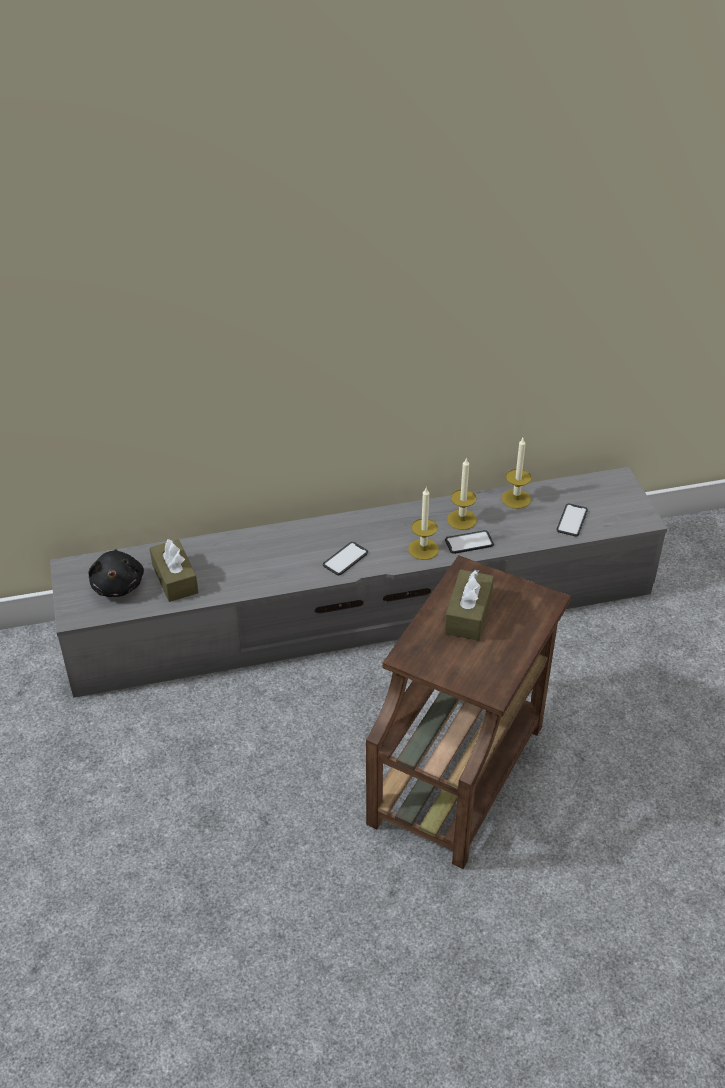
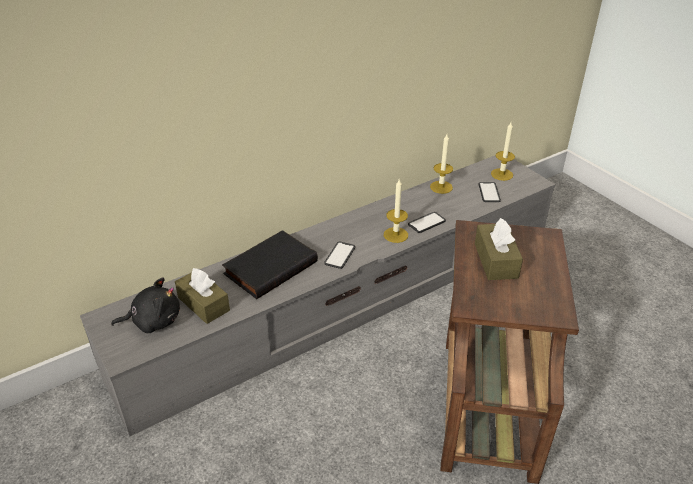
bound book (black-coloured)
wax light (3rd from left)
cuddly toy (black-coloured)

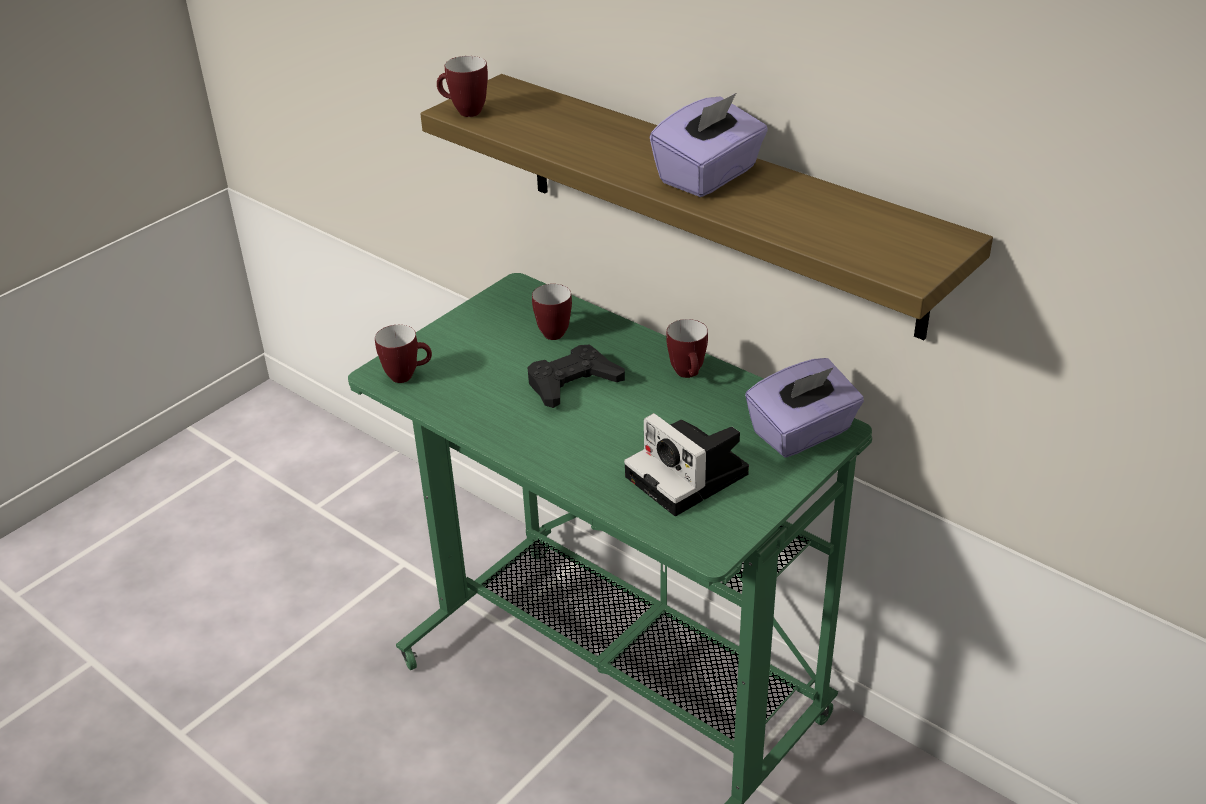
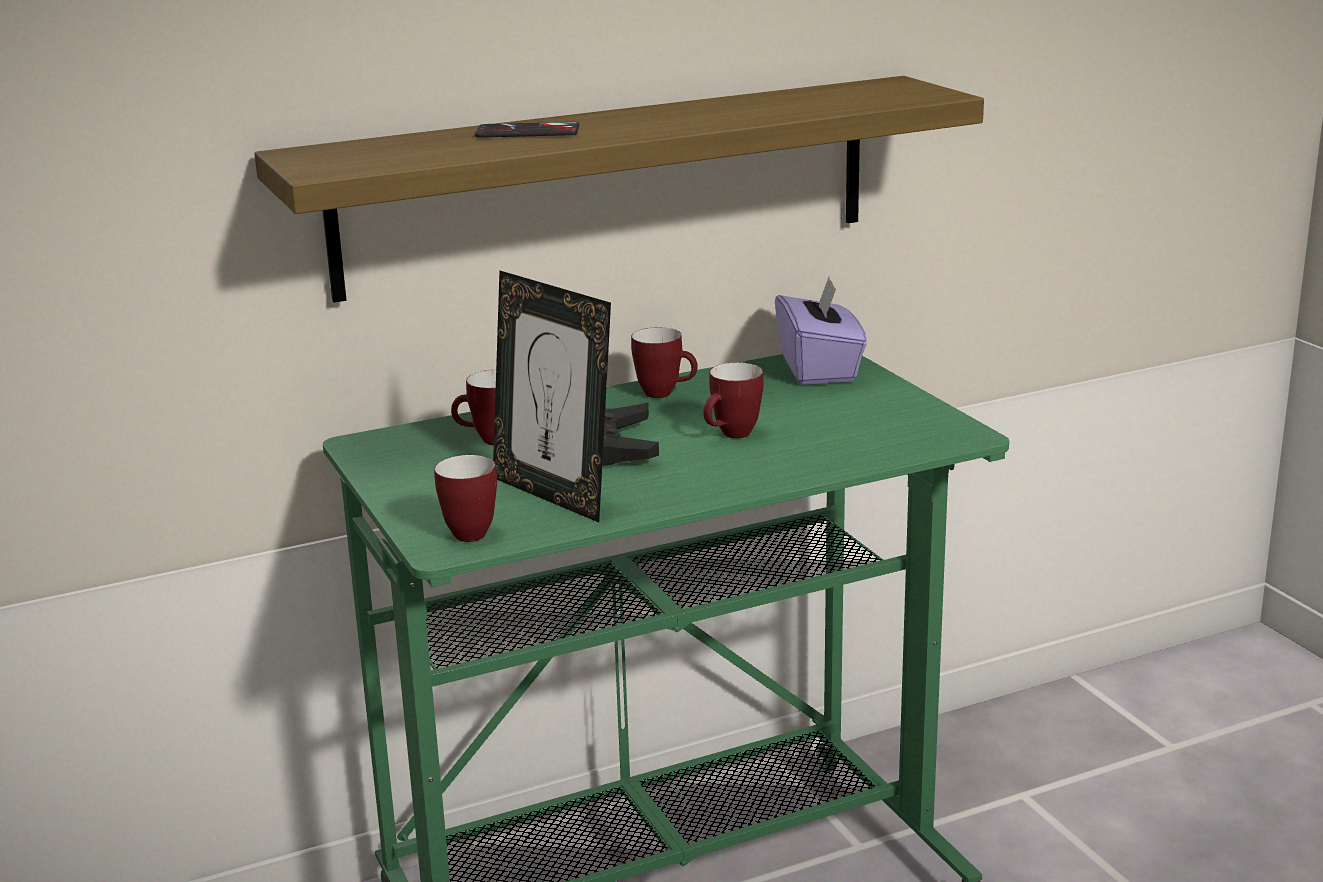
still camera
tissue box (purplish) (1st from left in the first image)
handset
picture frame
mug (4th from left)

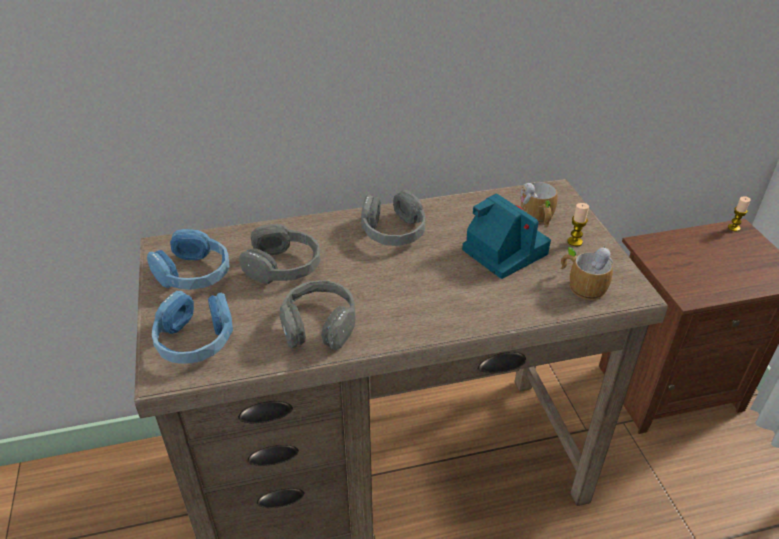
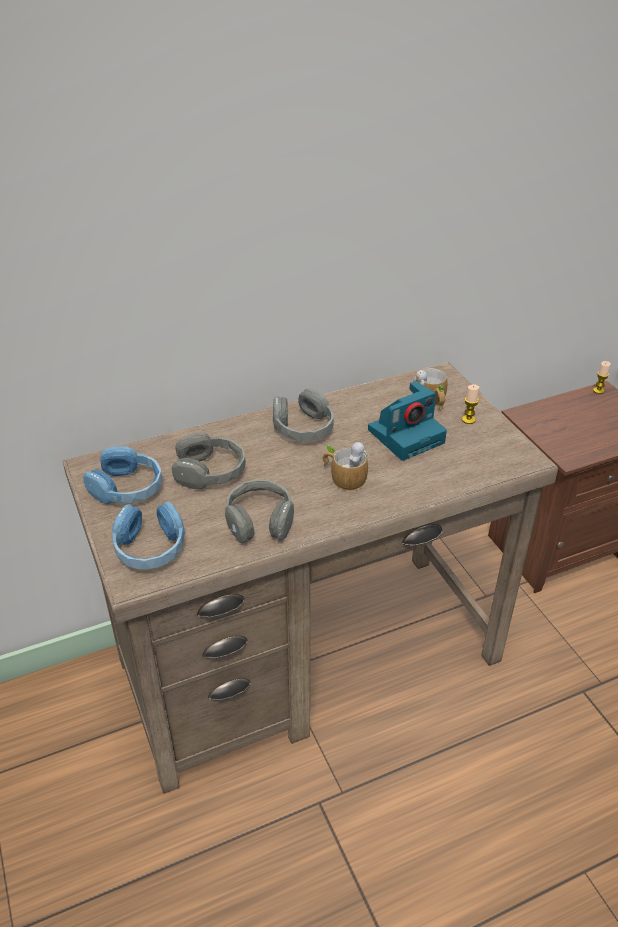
mug (1st from left)
still camera

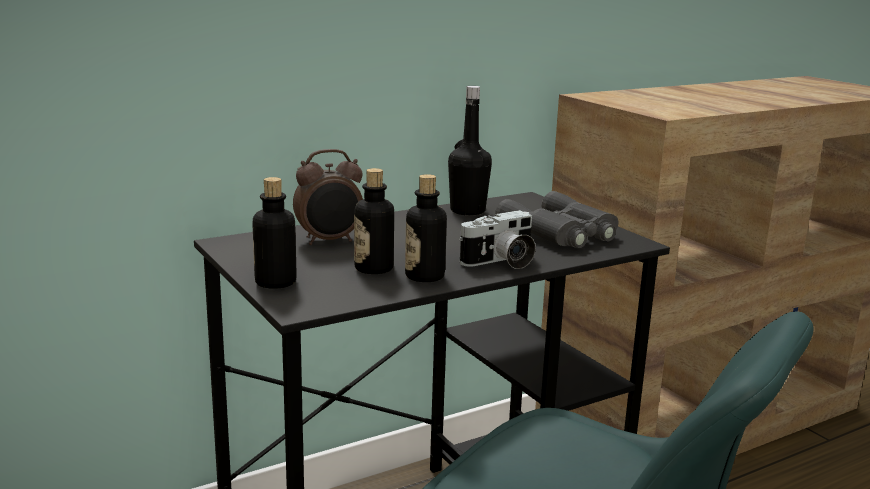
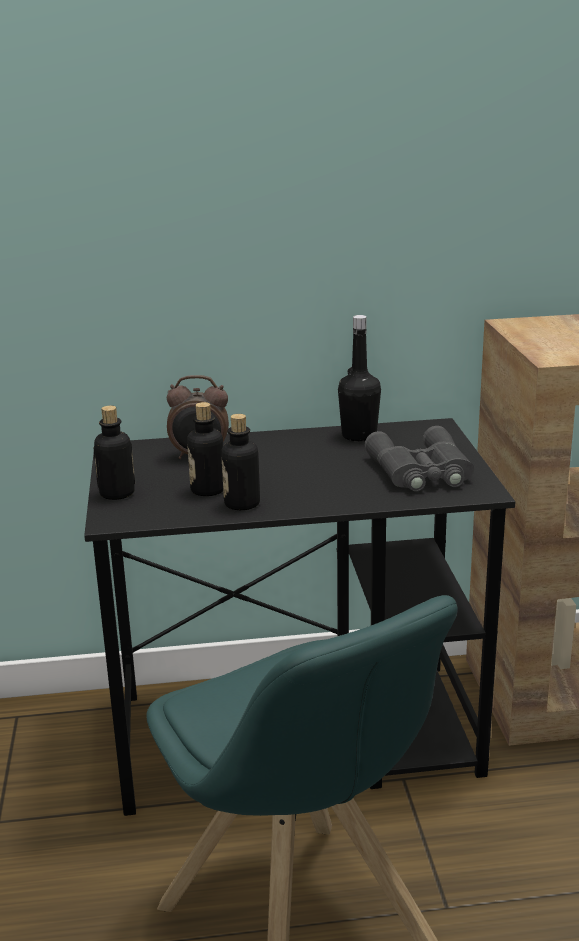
still camera

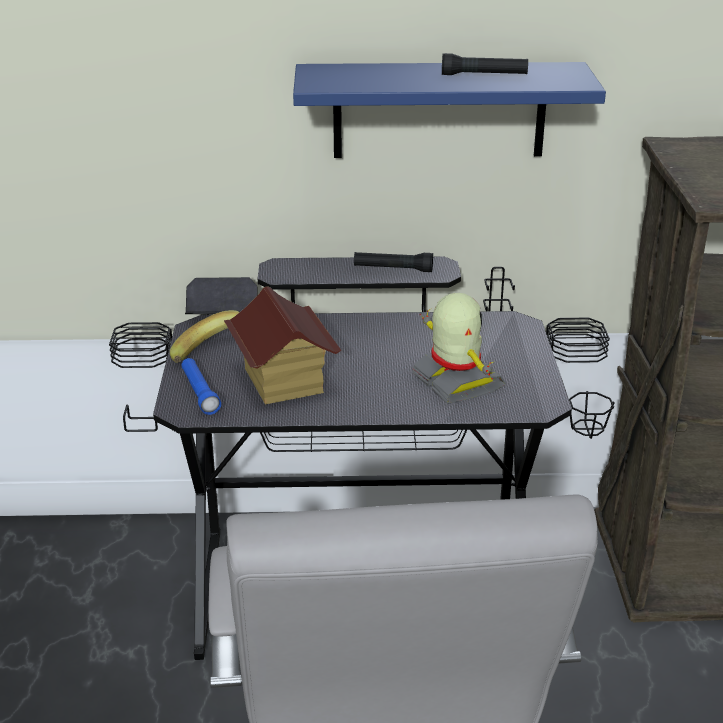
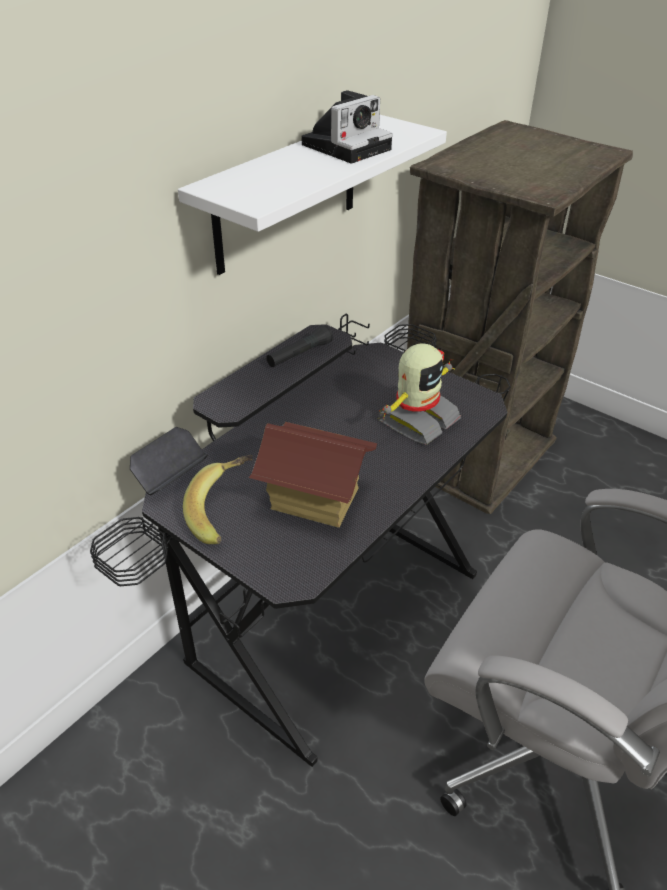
flashlight (bluish)
still camera
bracket shelf (whitish)
toy robot

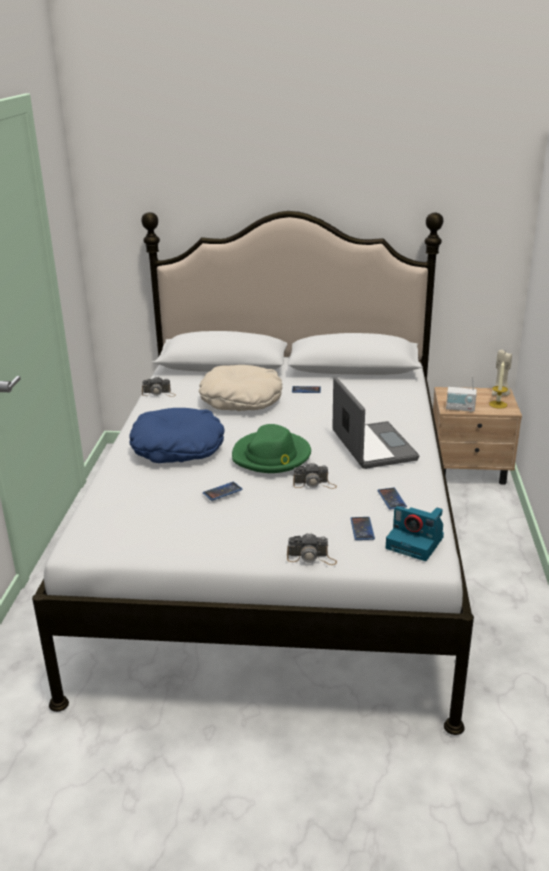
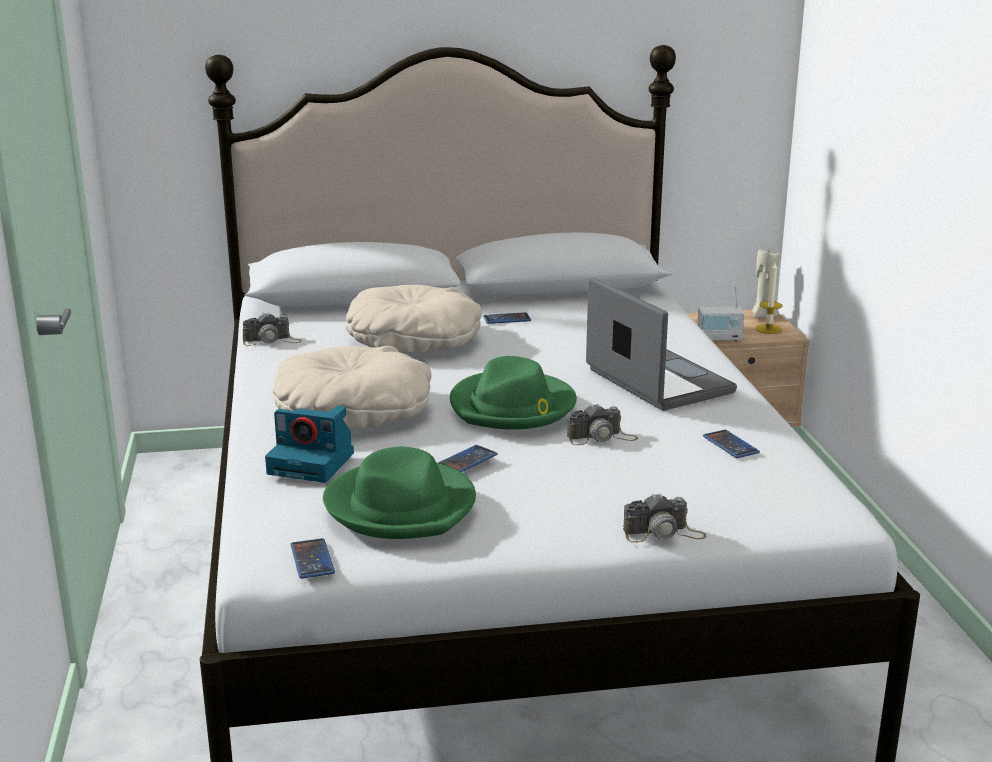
hat (green) (1st from left)
handset (1st from left)
still camera (2nd from left)
cushion (sand-coloured) (1st from left)

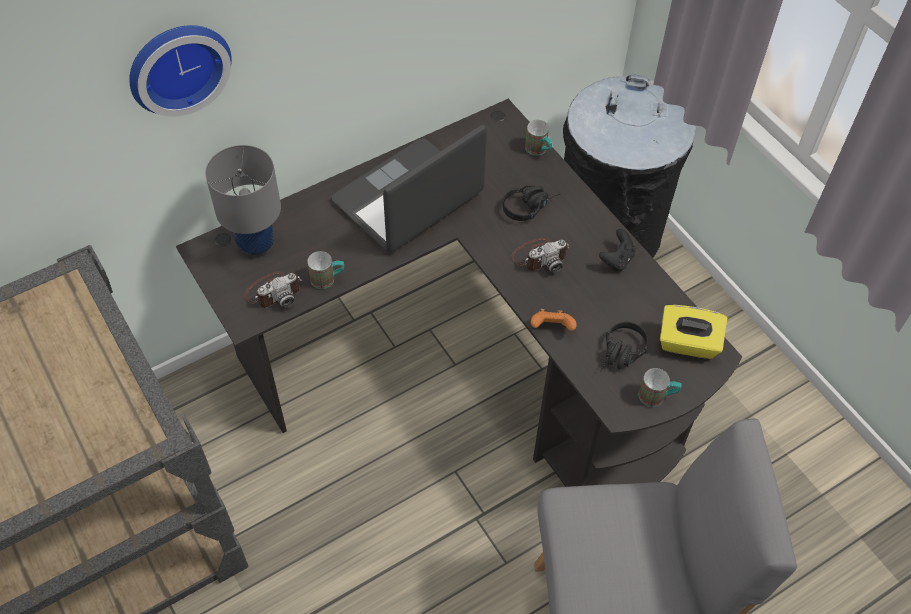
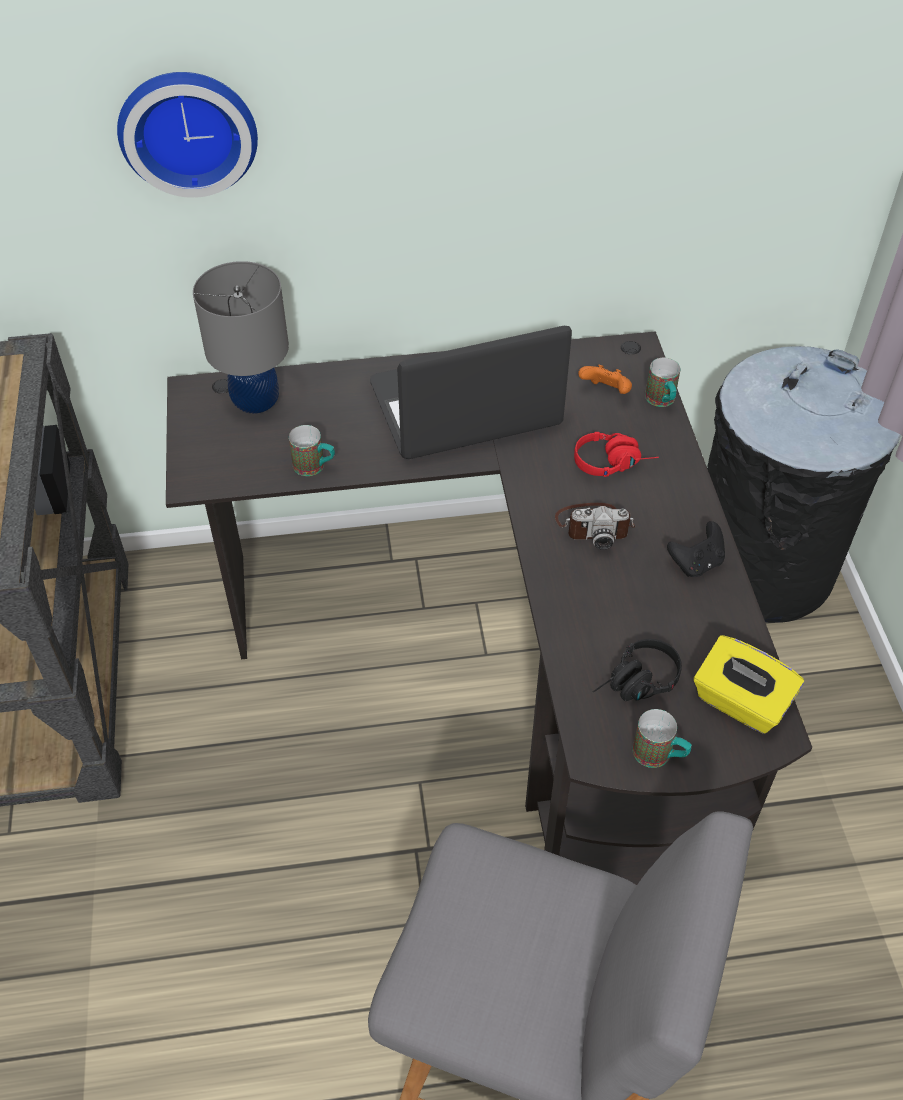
still camera (1st from left in the first image)
game controller (orange-coloured)
headset (red-coloured)

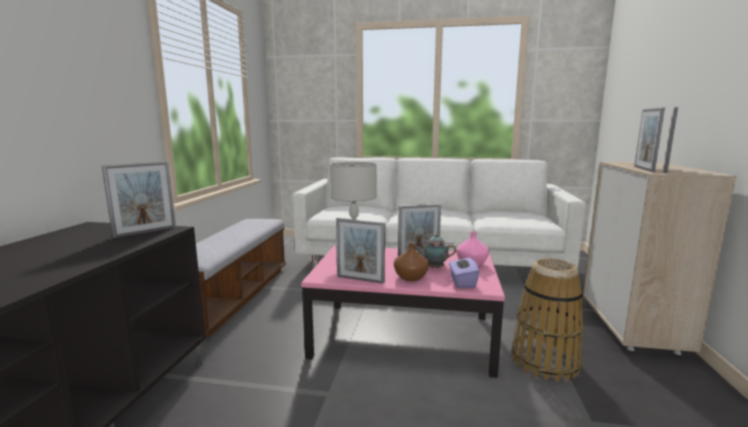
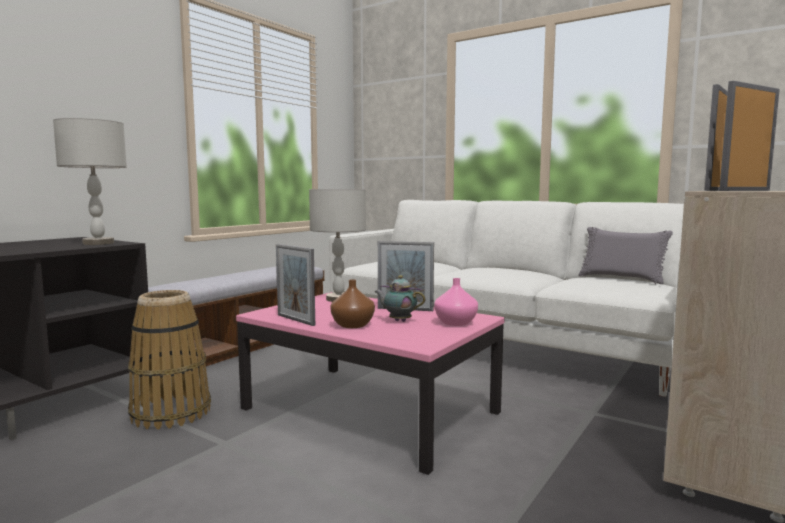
tissue box (purplish)
cushion (gray)
household basket
lamp for a table (gray) (1st from left)

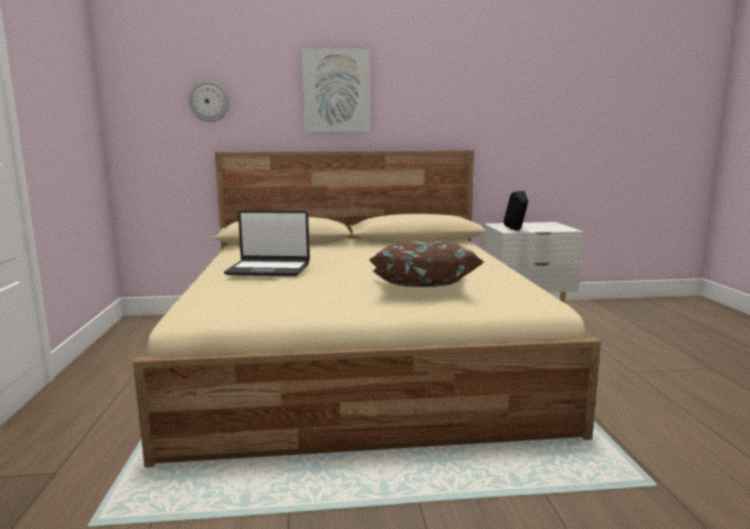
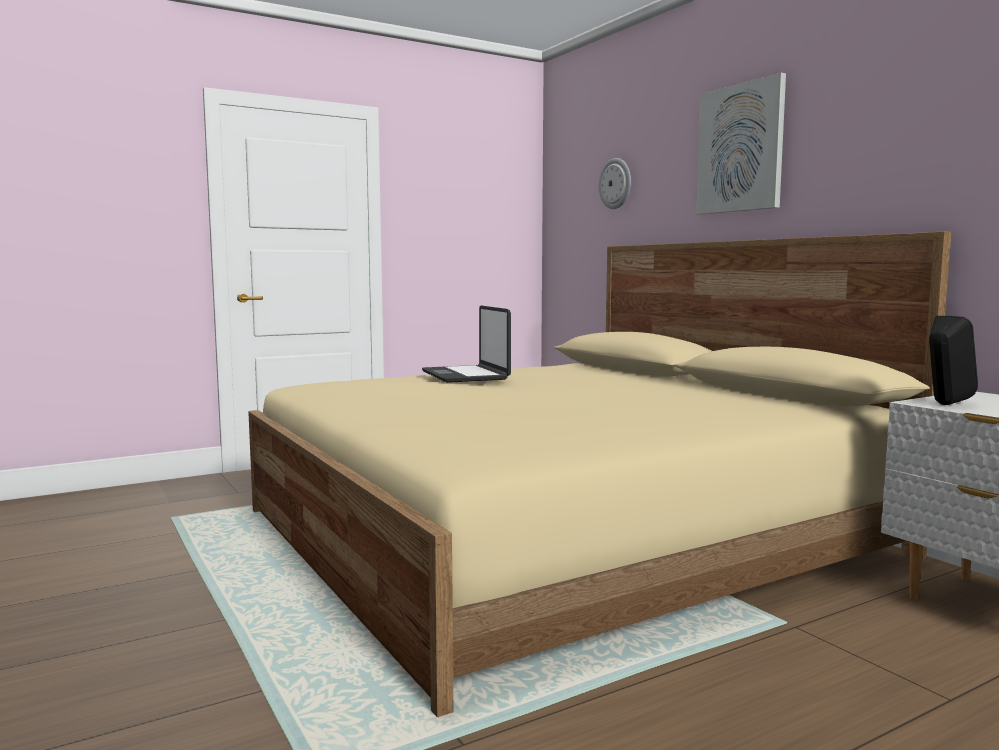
cushion (brown-coloured)

